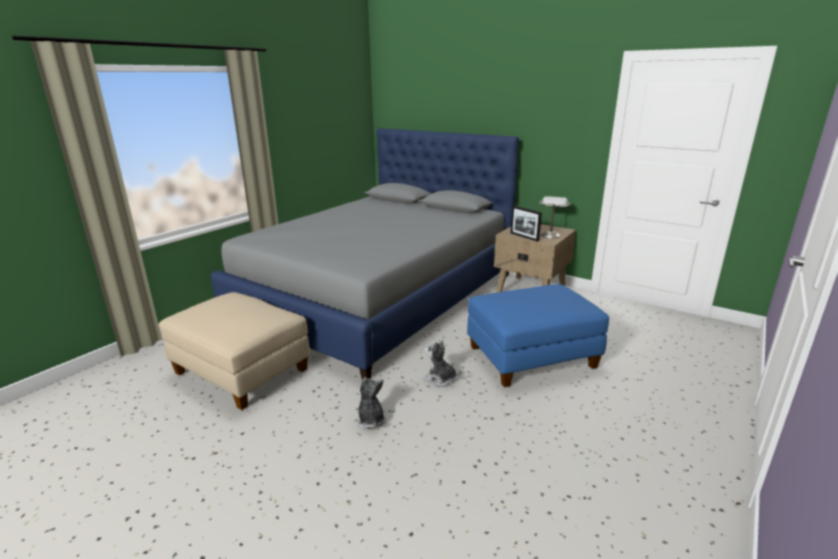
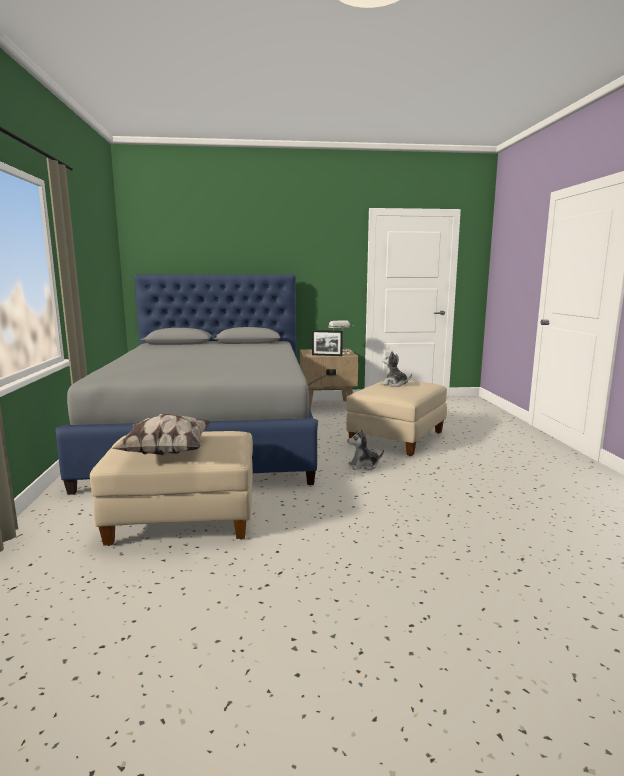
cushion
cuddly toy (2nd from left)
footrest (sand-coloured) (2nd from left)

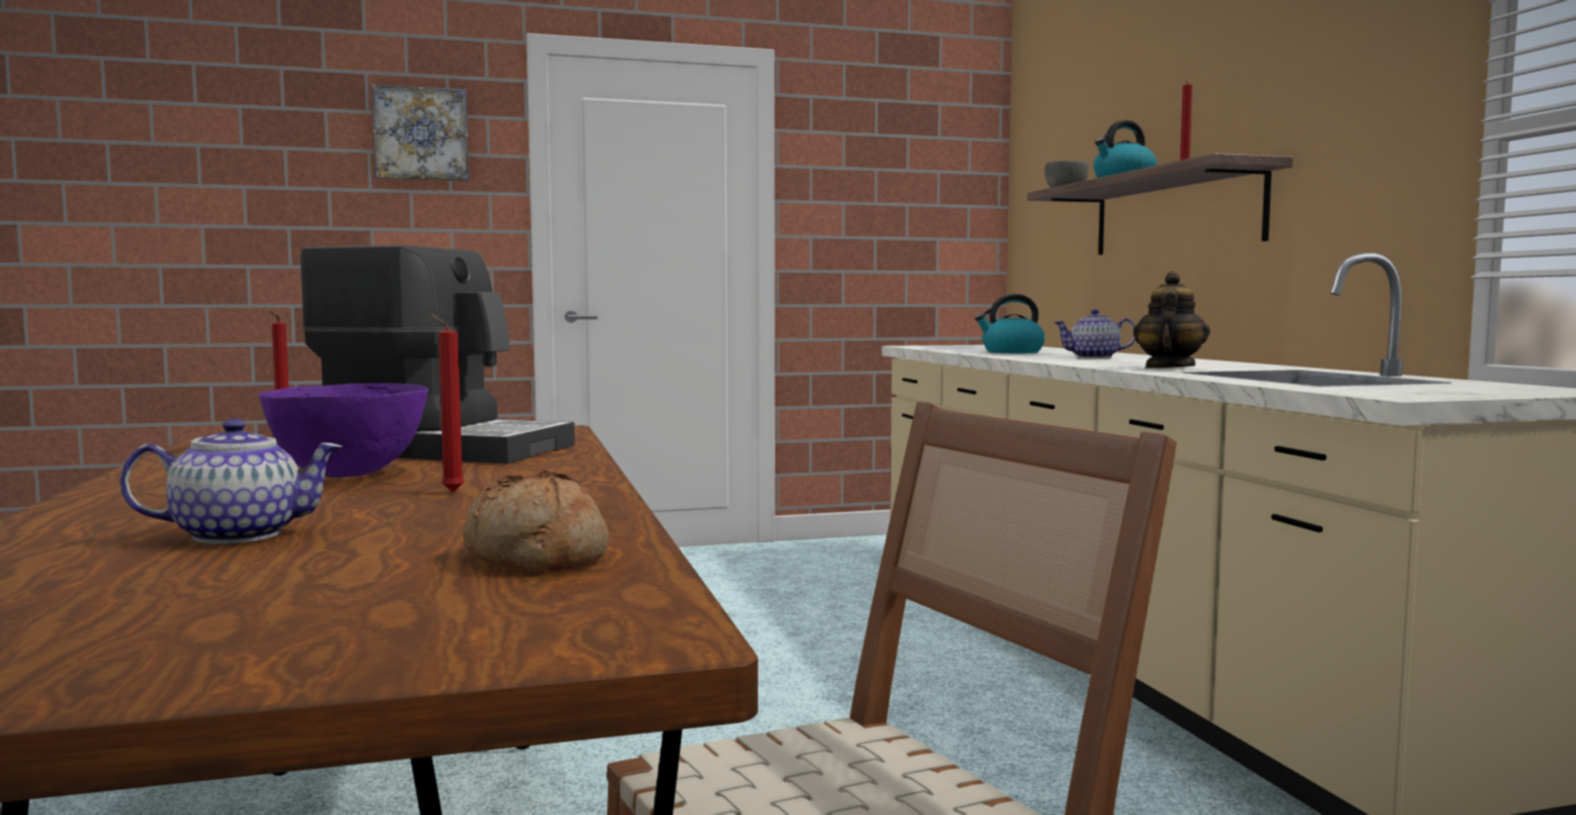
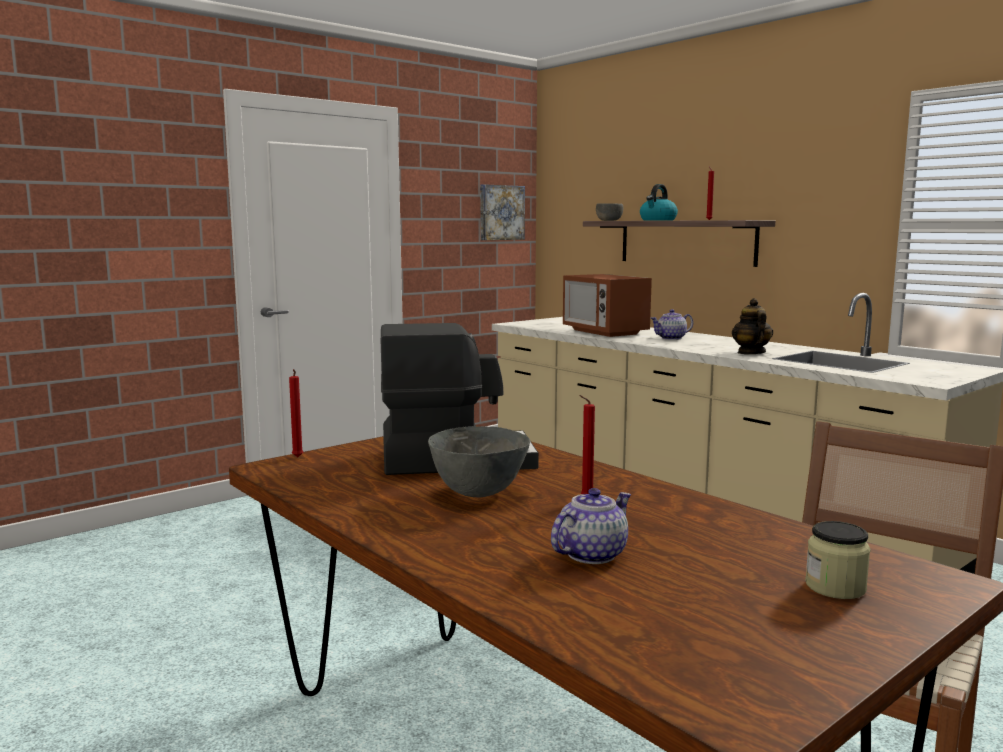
bakery bread
jar
wall art
kitchen microwave
serving bowl (gray) (1st from left)

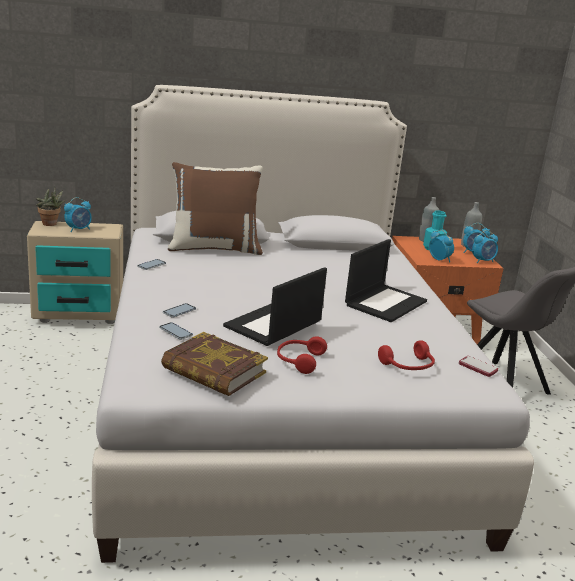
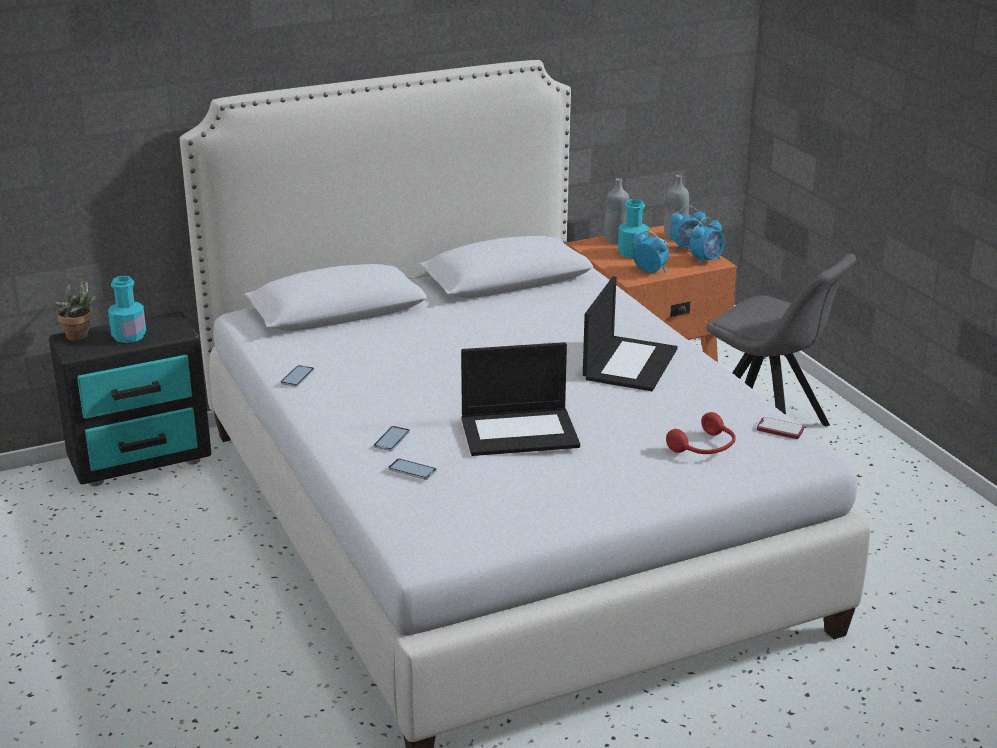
bound book
cushion (brown-coloured)
headset (red-coloured) (1st from left in the first image)
beverage bottle (turquoise-coloured) (1st from left)
night table (black-coloured)
notebook computer (1st from left)

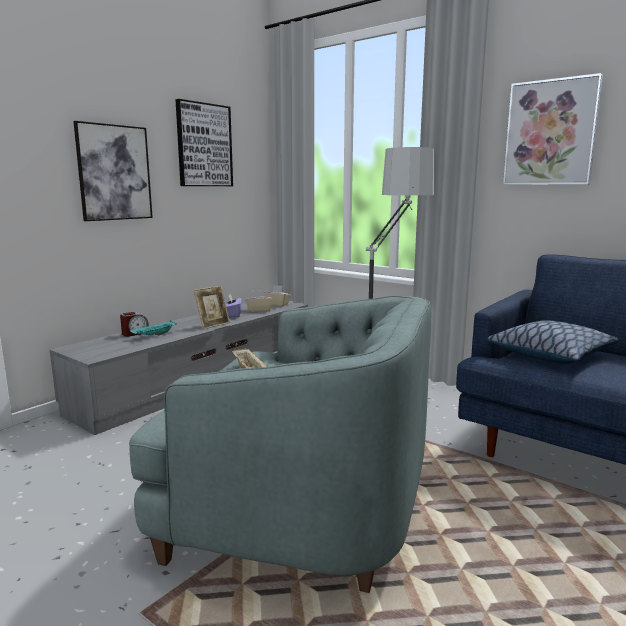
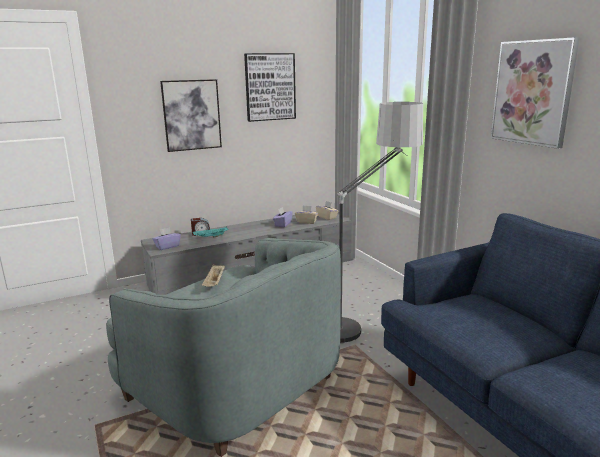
picture frame
cushion
tissue box (purplish) (1st from left)

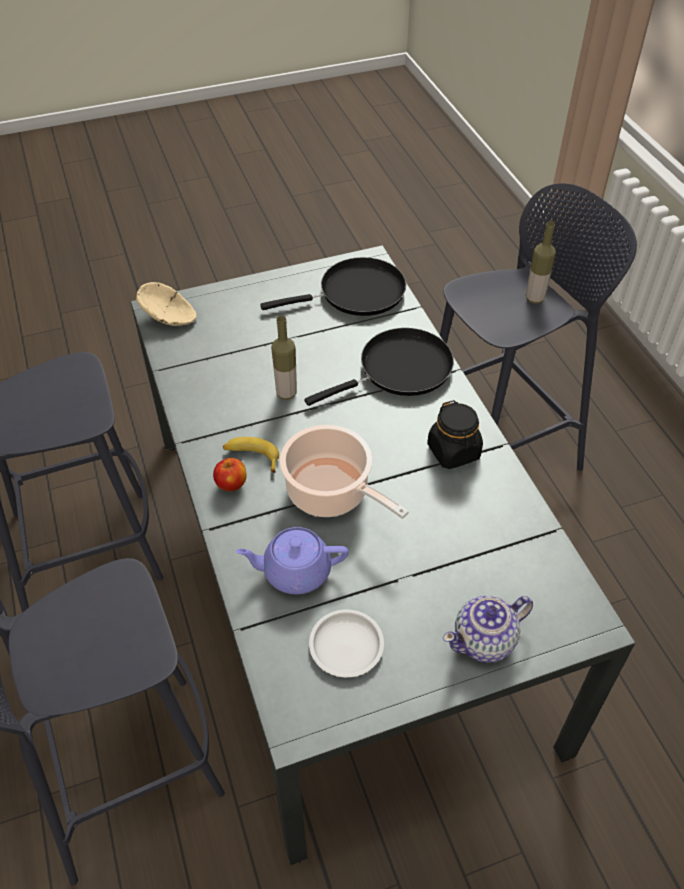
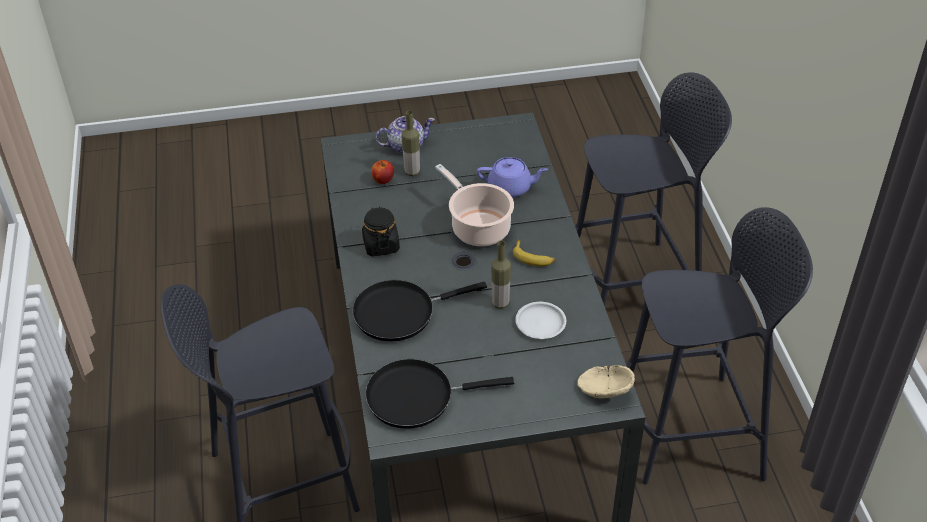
apple fruit
flat dish (whitish)
beverage bottle (1st from left)

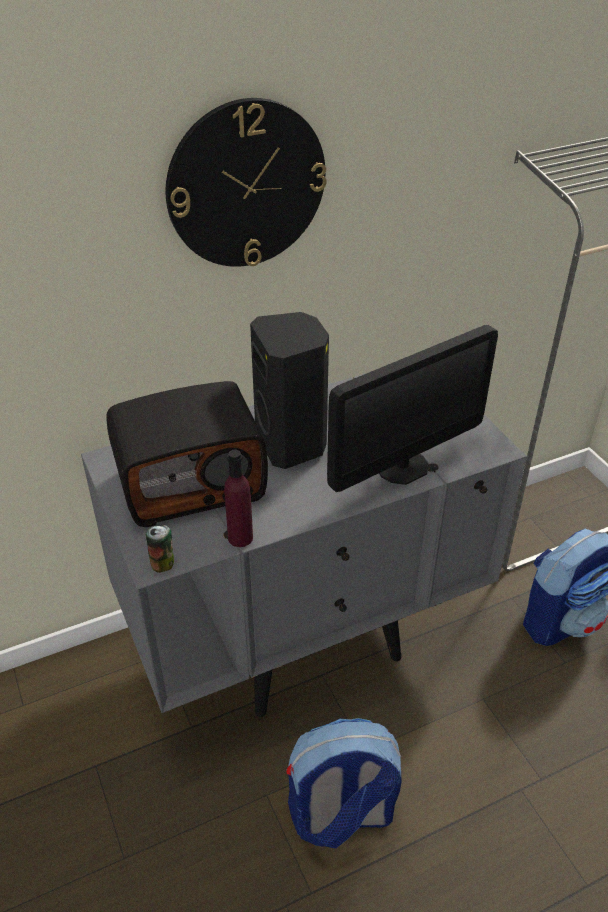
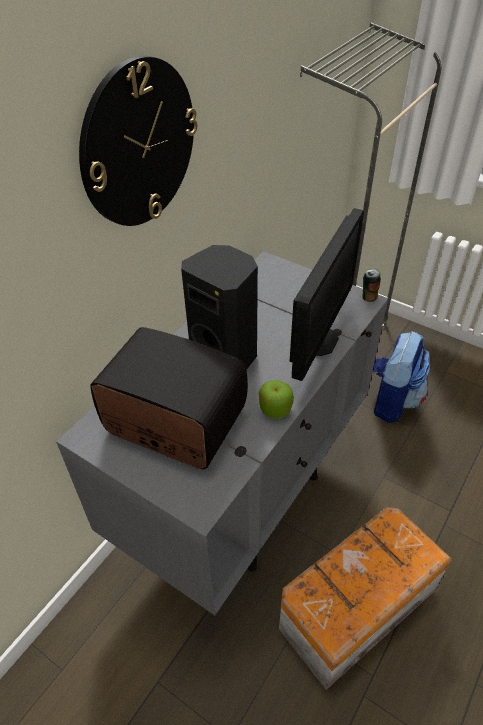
beverage bottle (purplish)
apple fruit
sealed can
storage box
radio set

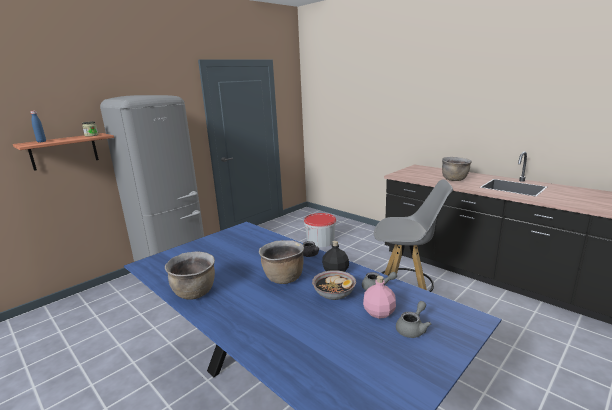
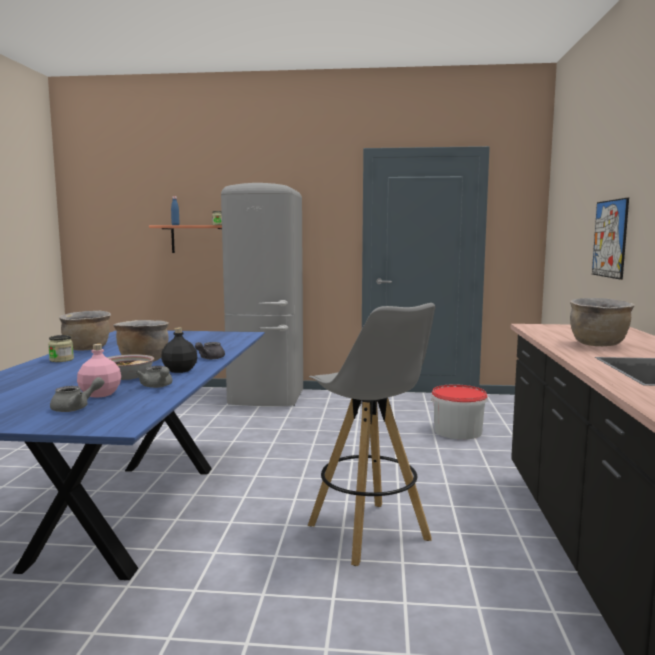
jar (1st from left)
wall art
tea pot (gray) (1st from left)

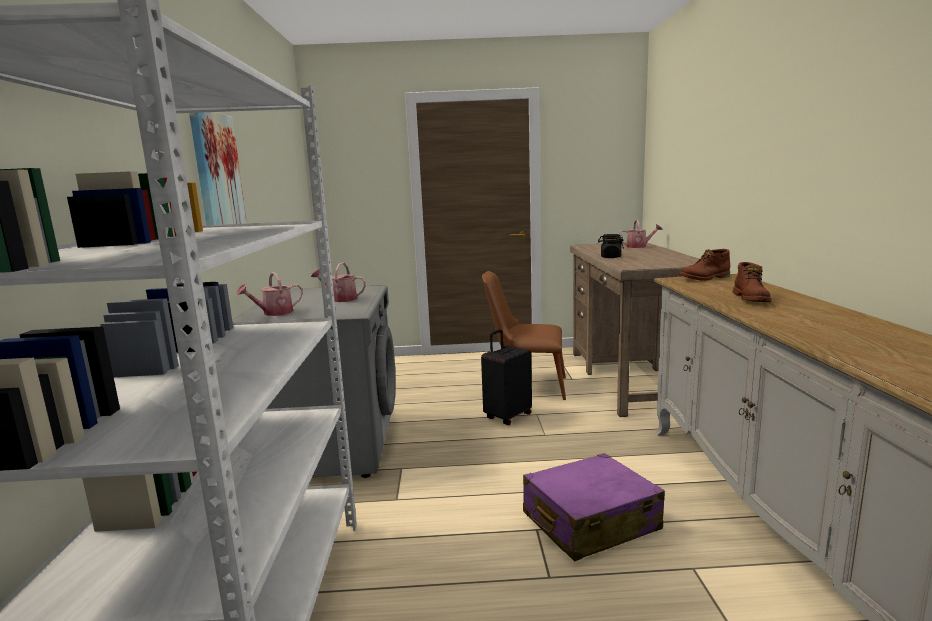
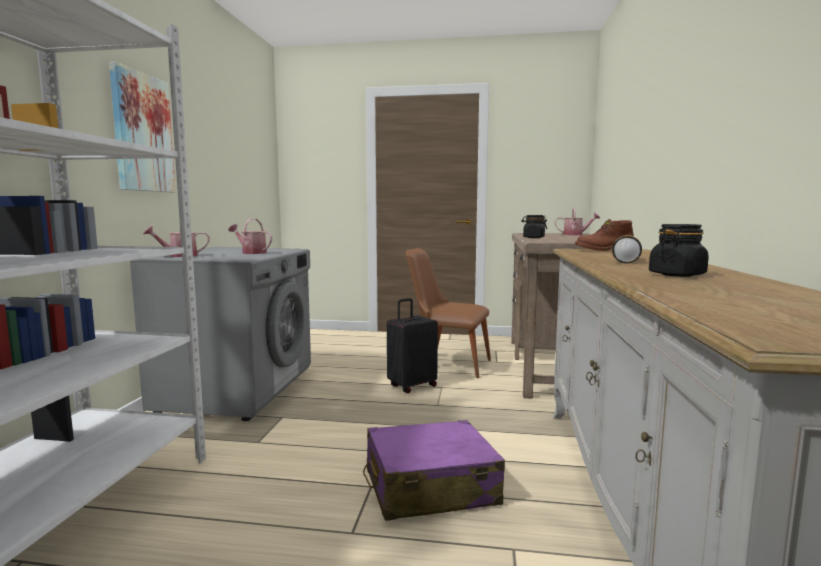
jar (black-coloured) (2nd from left)
flashlight

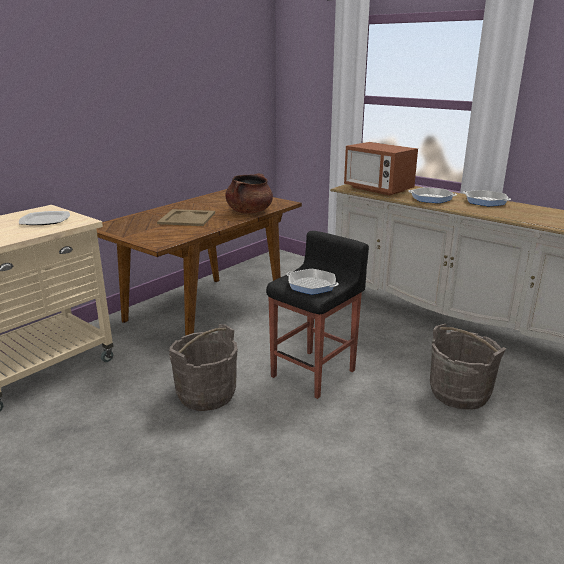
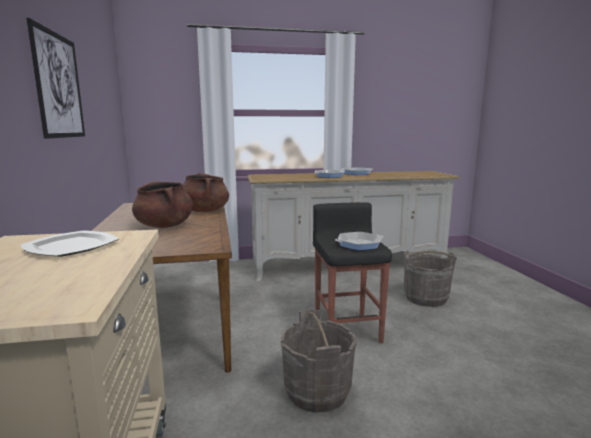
kitchen microwave
wall art
cooking pot (brown-coloured) (1st from left)

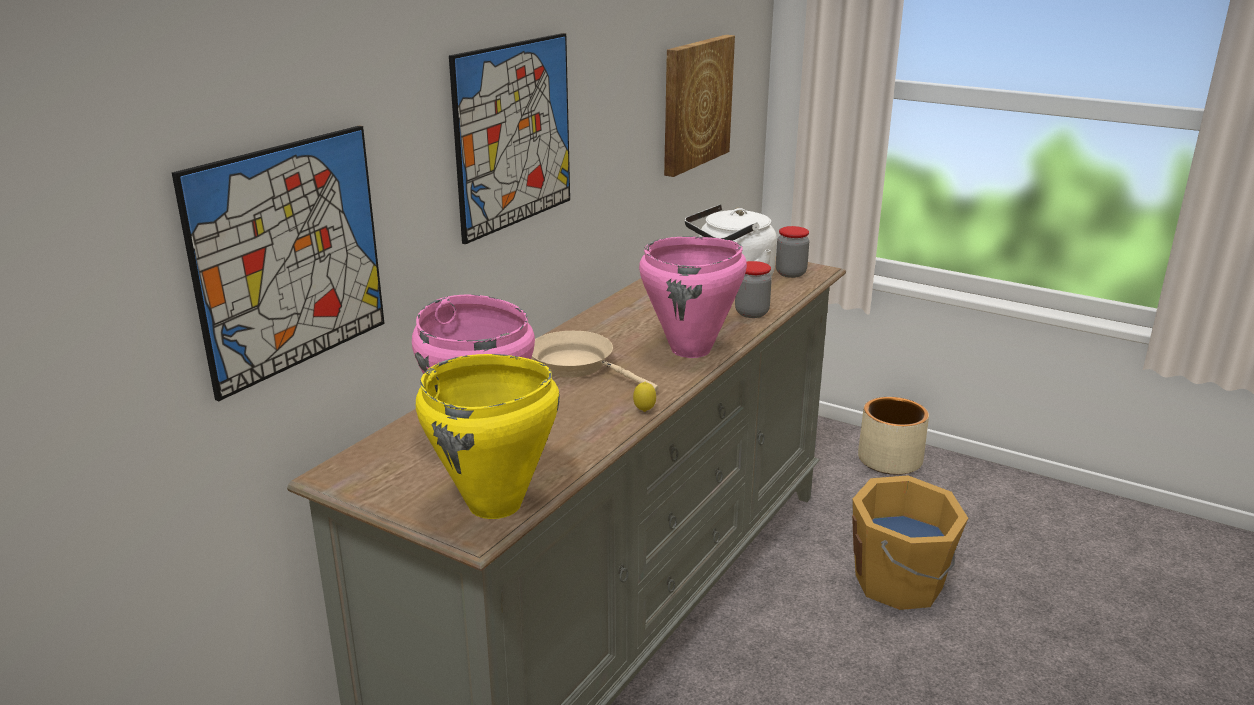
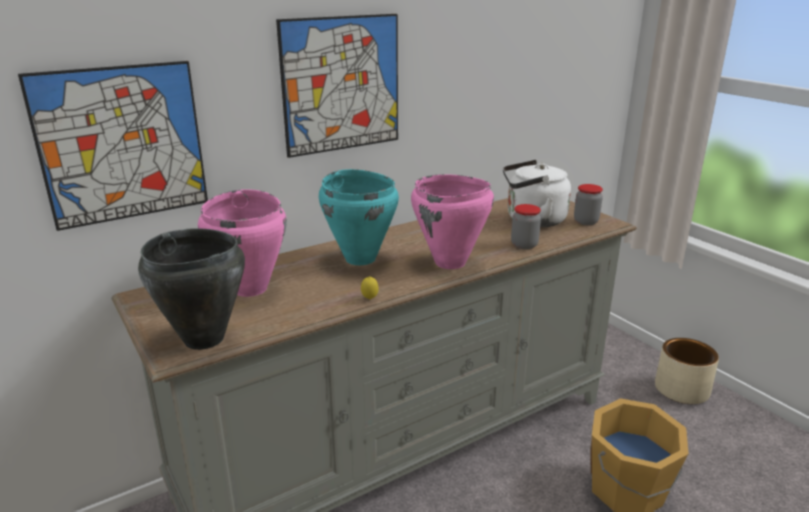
wall art (3rd from left in the first image)
cooking pot (turquoise-coloured)
cooking pot (black-coloured)

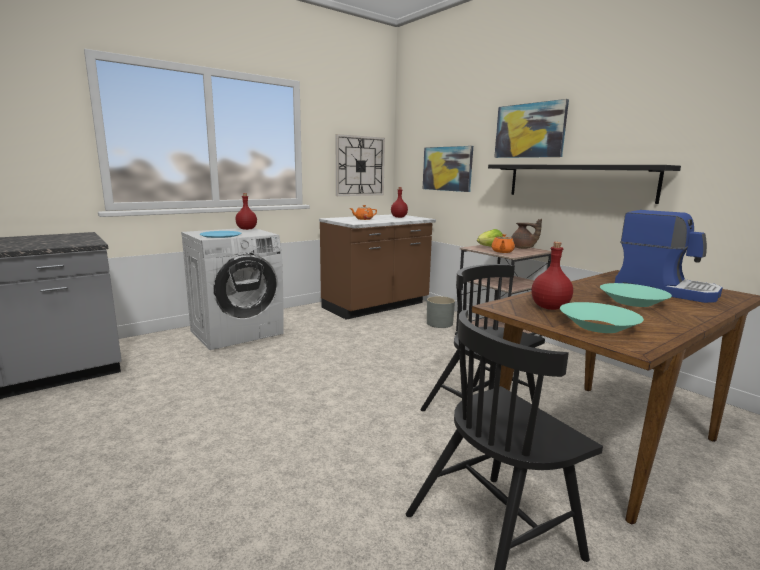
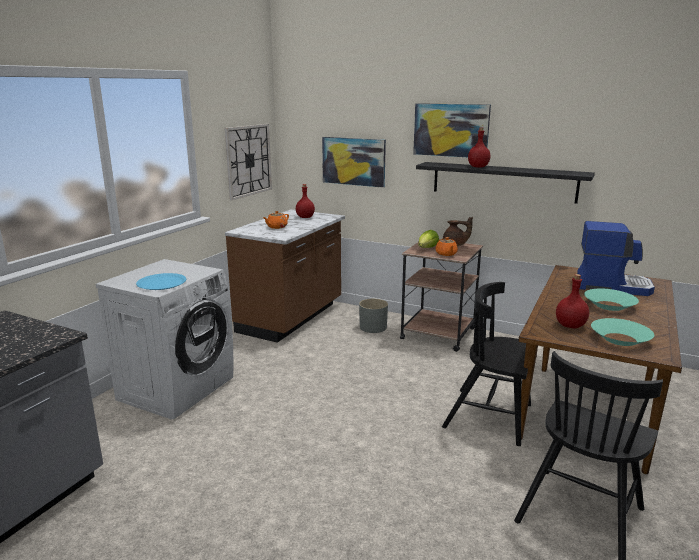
beverage bottle (red-coloured) (2nd from left)

